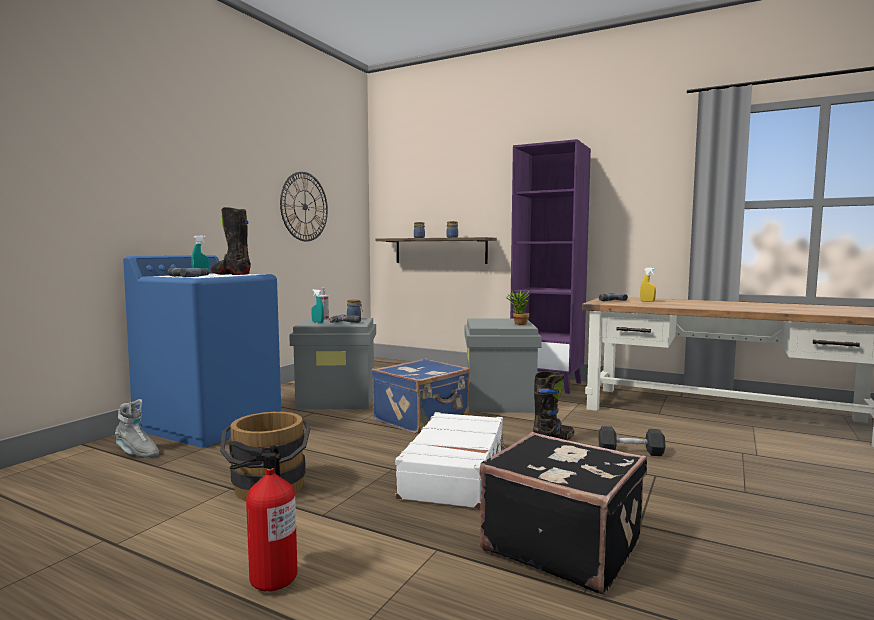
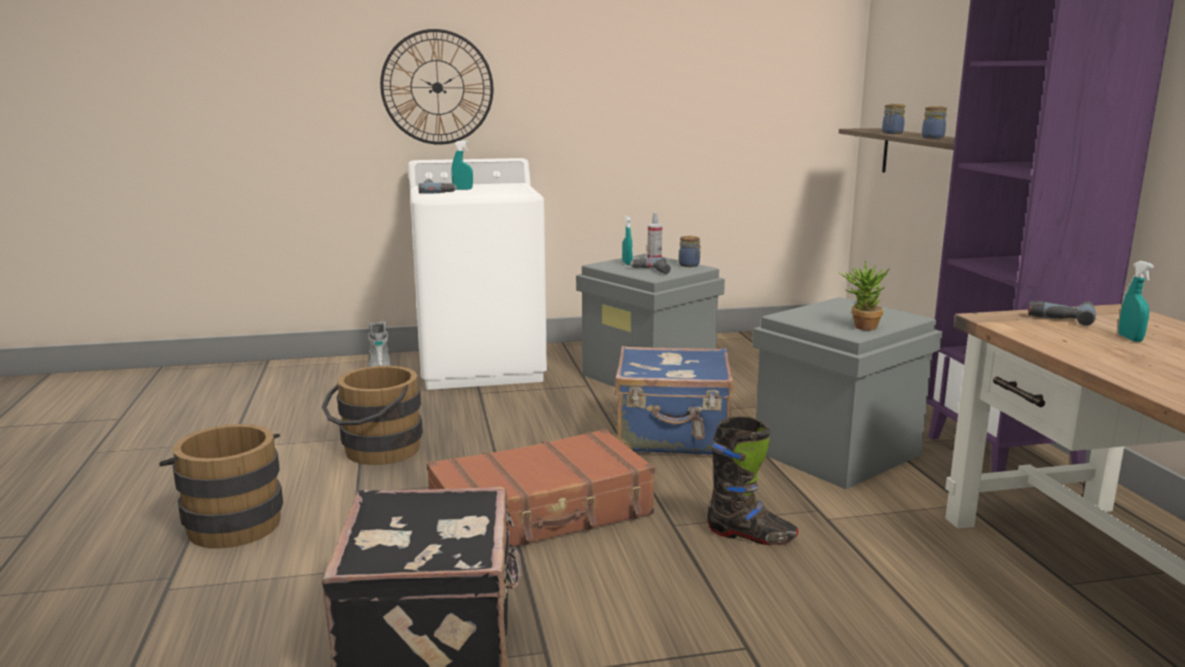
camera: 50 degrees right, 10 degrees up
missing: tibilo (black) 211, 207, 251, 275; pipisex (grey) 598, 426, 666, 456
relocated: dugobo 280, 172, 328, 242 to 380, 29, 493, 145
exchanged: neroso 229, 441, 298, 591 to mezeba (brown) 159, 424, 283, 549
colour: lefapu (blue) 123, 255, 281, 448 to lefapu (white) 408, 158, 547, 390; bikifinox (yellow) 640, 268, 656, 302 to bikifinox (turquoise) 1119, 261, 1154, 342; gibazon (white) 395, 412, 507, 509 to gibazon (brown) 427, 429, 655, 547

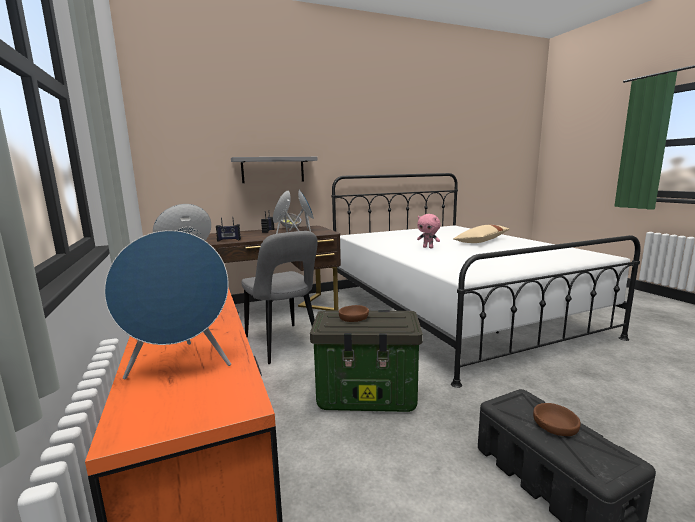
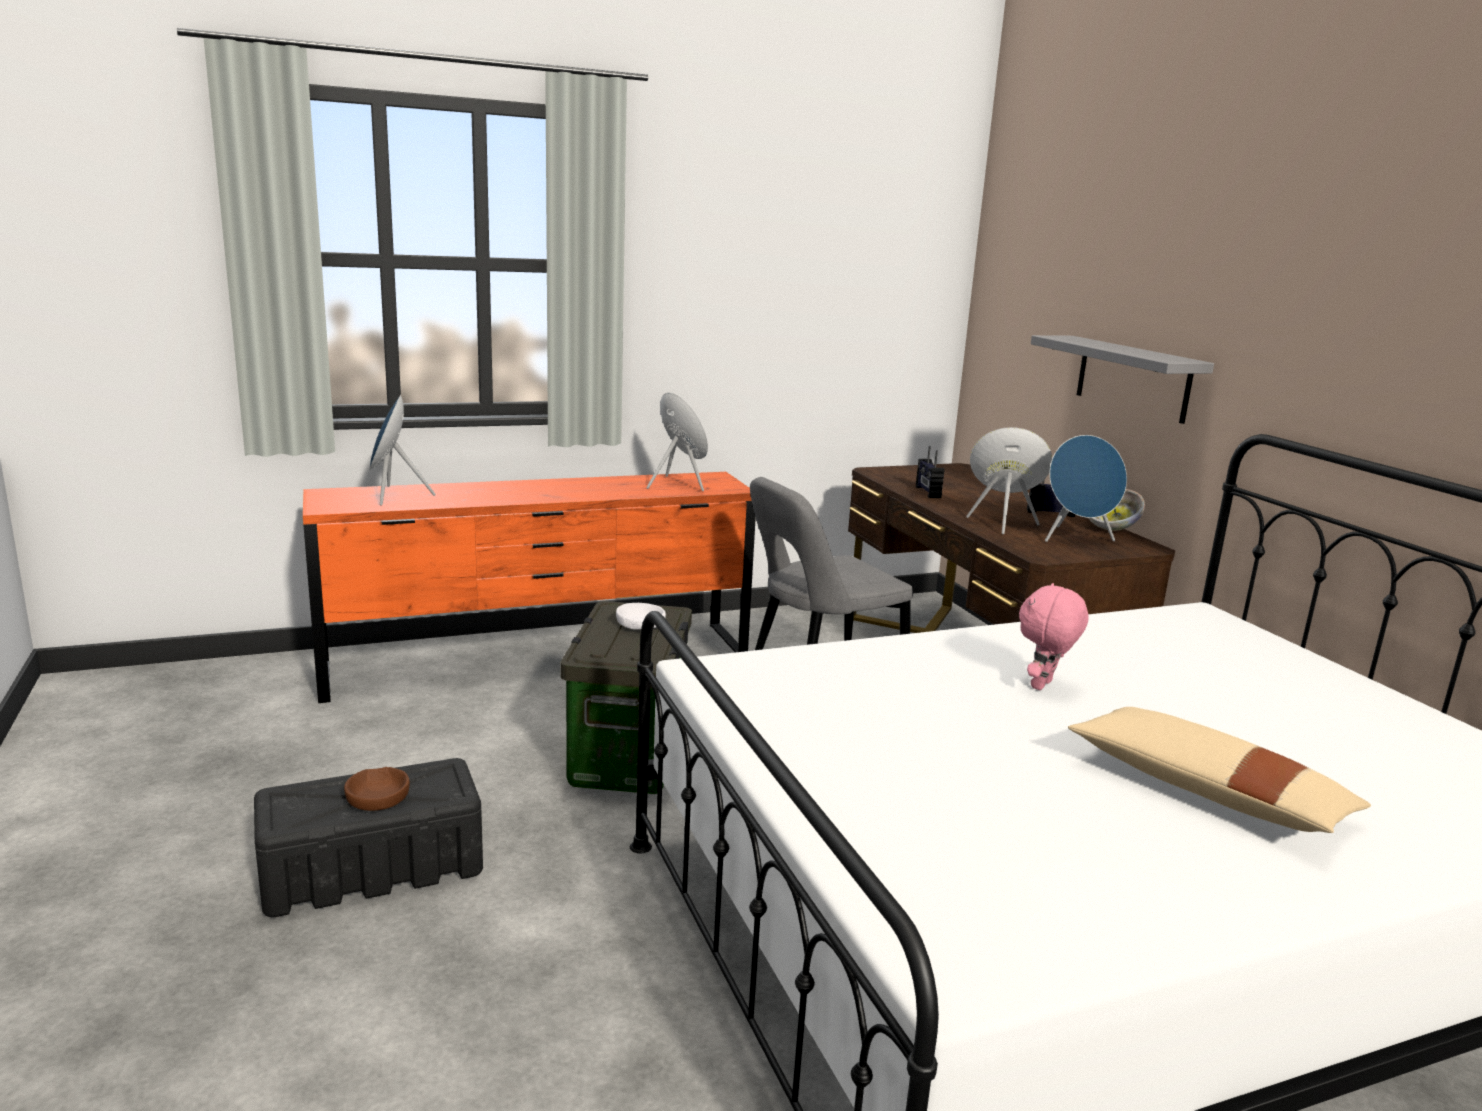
camera: 90 degrees right, 5 degrees up
colour: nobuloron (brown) 339, 305, 369, 322 to nobuloron (white) 616, 603, 666, 630

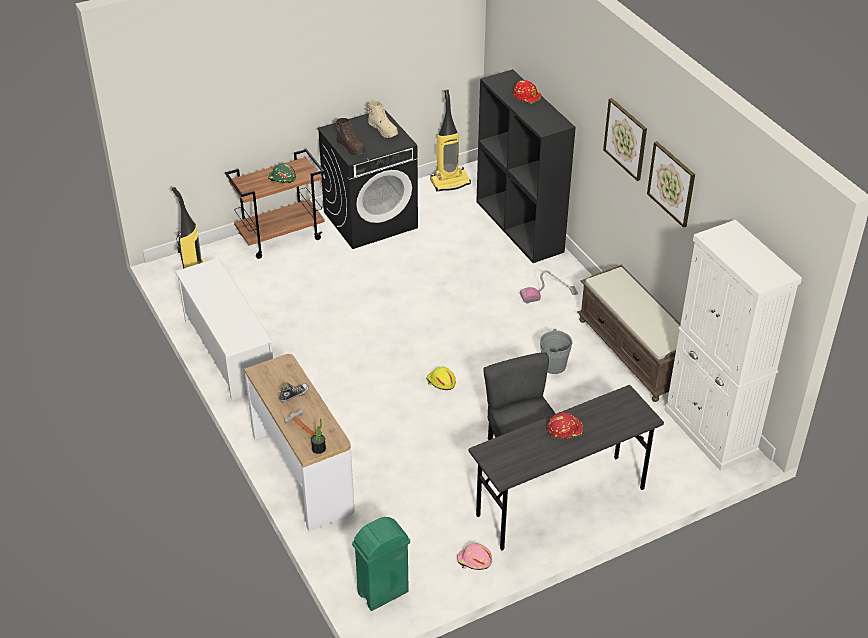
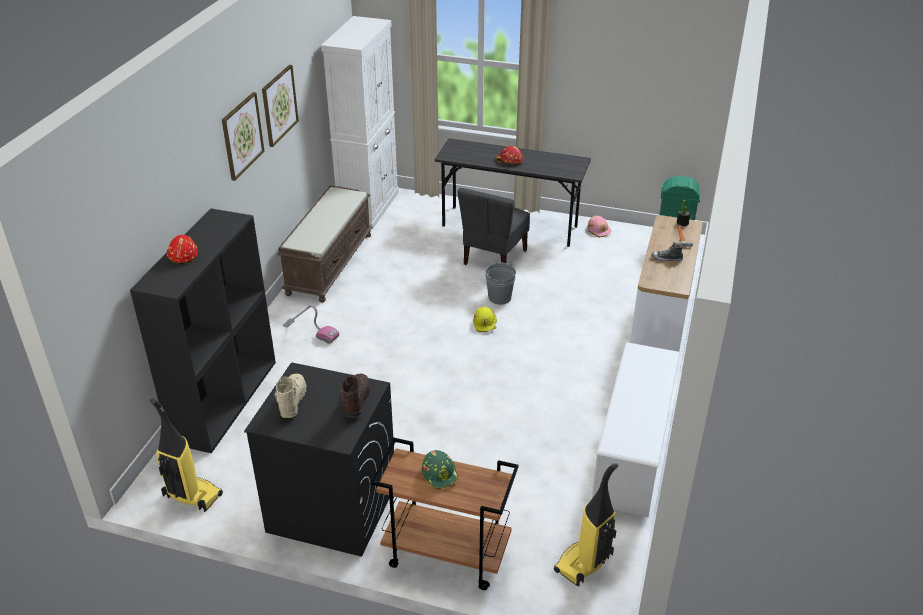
camera: 135 degrees left, 5 degrees down
relocated: mezeba (grey) 540, 329, 572, 374 to 485, 262, 516, 304

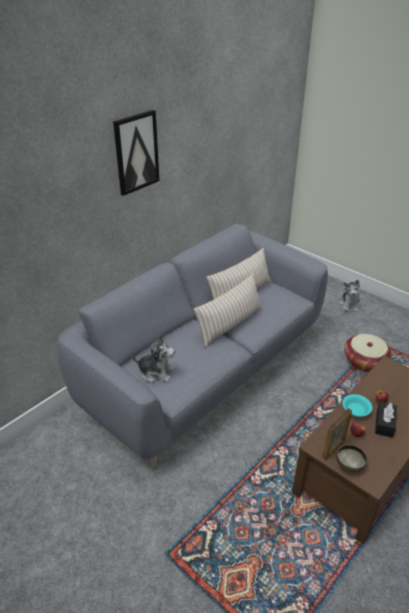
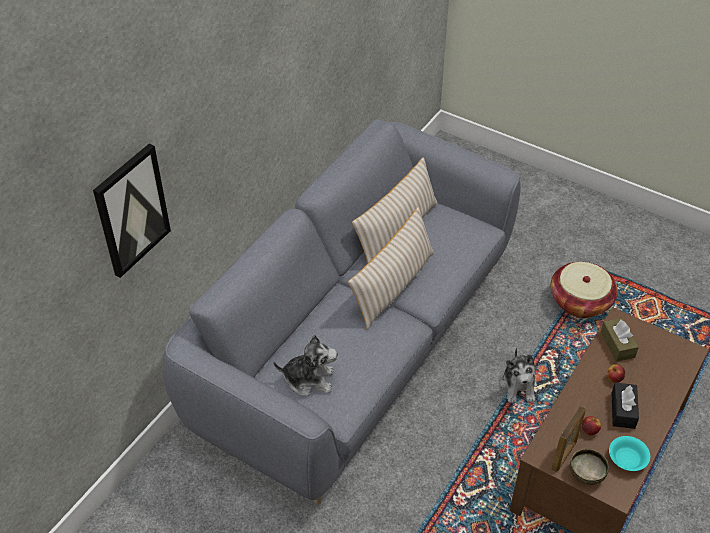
camera: 10 degrees left, 10 degrees up
appeared: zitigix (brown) 601, 318, 639, 362
relocated: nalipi 113, 110, 160, 196 to 93, 144, 171, 278; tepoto 339, 280, 360, 312 to 500, 348, 537, 403; nobuloron (turquoise) 342, 394, 372, 417 to 609, 436, 650, 471

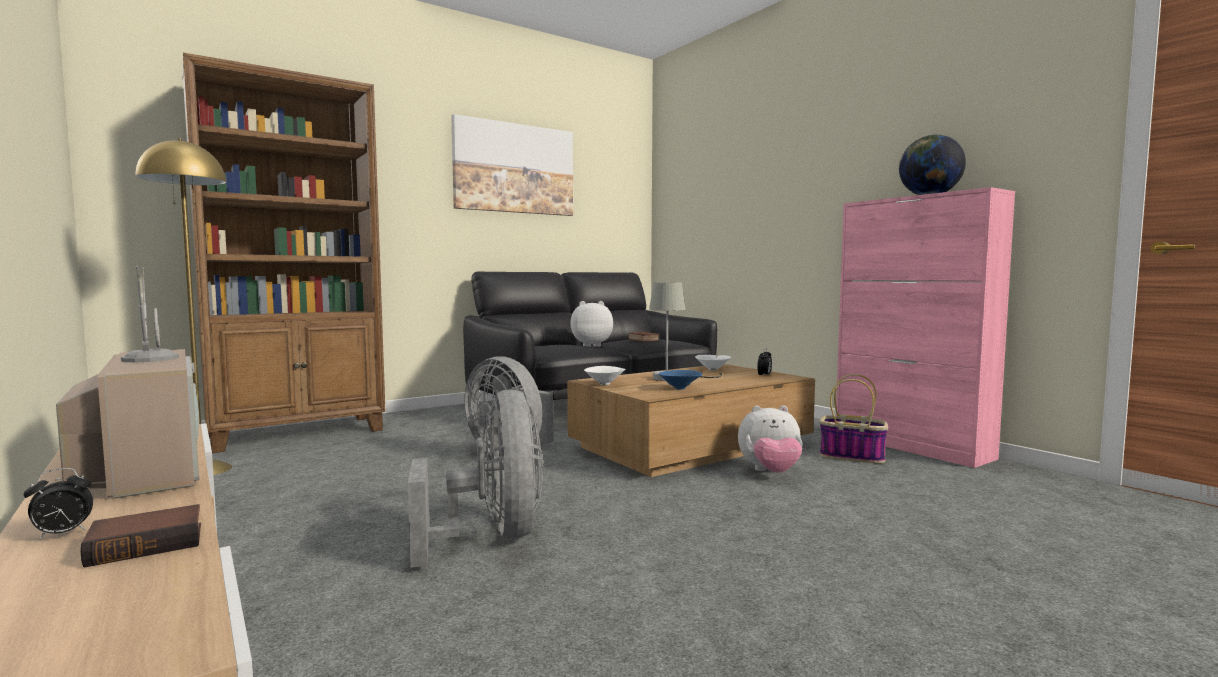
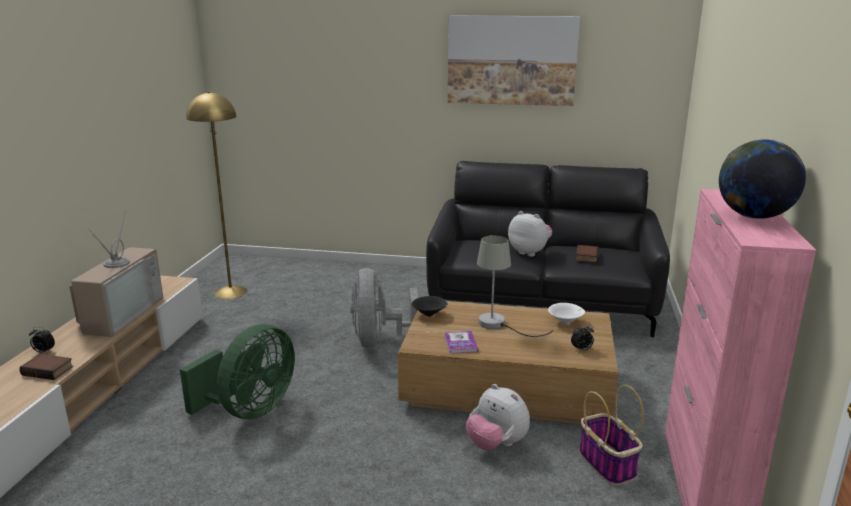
camera: 45 degrees right, 15 degrees up
missing: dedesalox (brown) 183, 53, 386, 453
exchanged: nobuloron (blue) 659, 370, 703, 390 to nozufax 444, 331, 478, 354
colour: nobuloron (white) 584, 366, 625, 385 to nobuloron (black) 412, 296, 448, 317; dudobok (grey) 408, 389, 543, 568 to dudobok (green) 180, 324, 295, 419

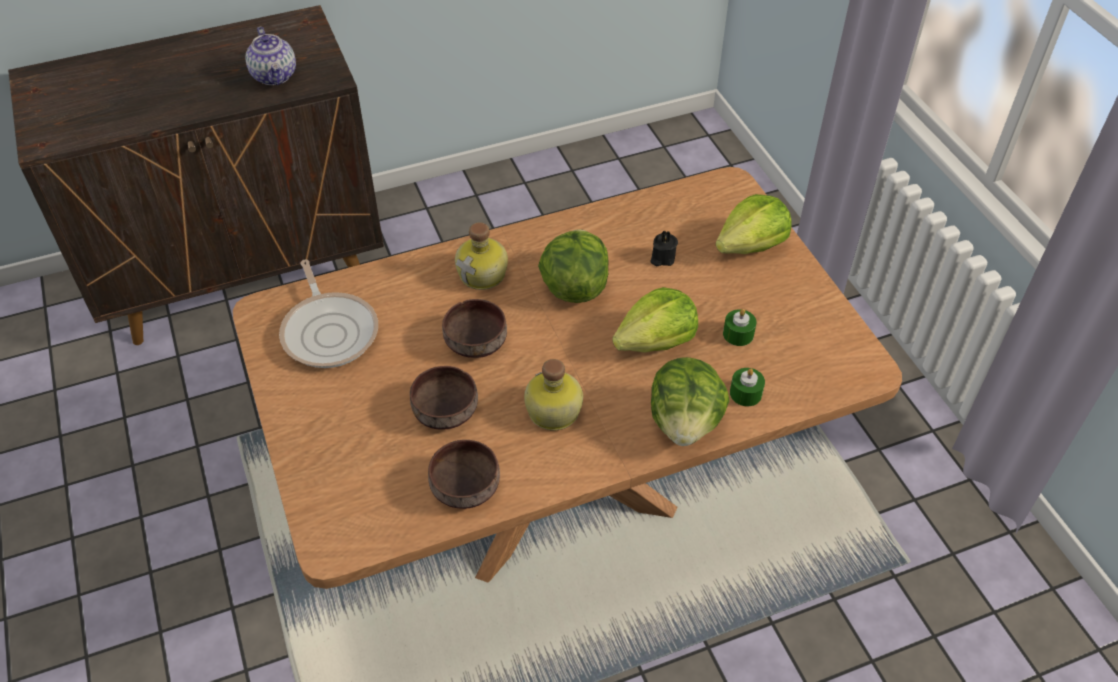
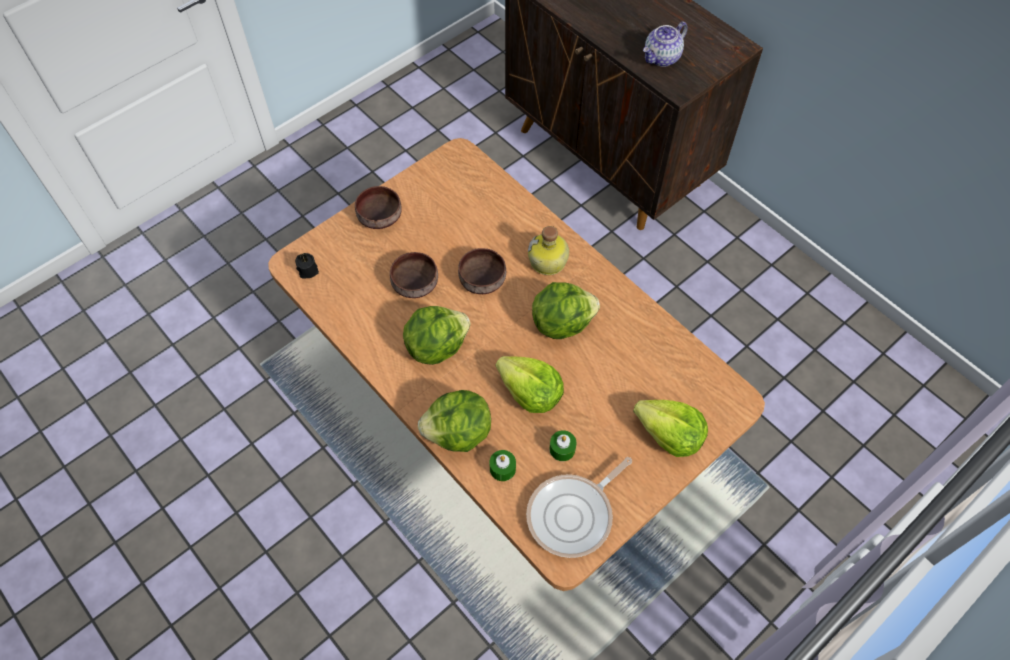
camera: 70 degrees right, 10 degrees up
relocated: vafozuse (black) 650, 230, 678, 266 to 295, 253, 319, 279; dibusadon 279, 260, 378, 368 to 526, 457, 632, 558; nobuloron (brown) 428, 440, 500, 509 to 355, 186, 402, 229
exchanged: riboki 524, 359, 583, 431 to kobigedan 403, 306, 471, 365

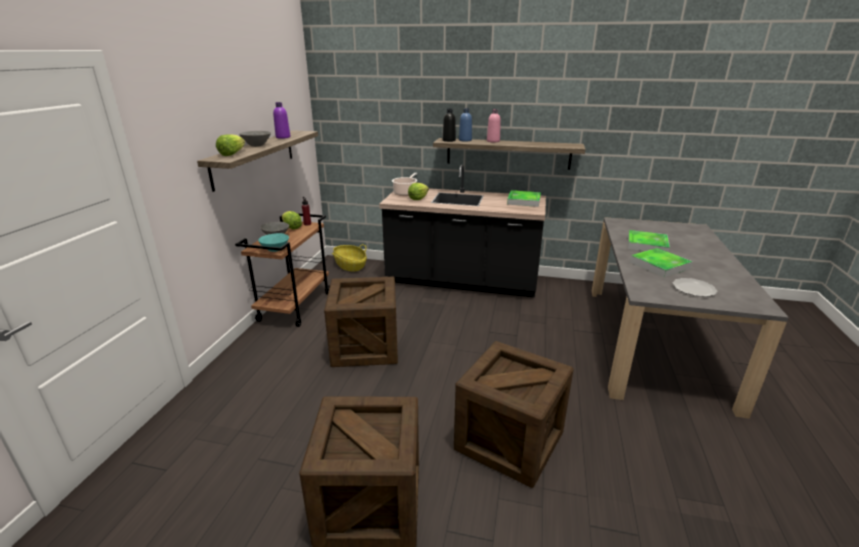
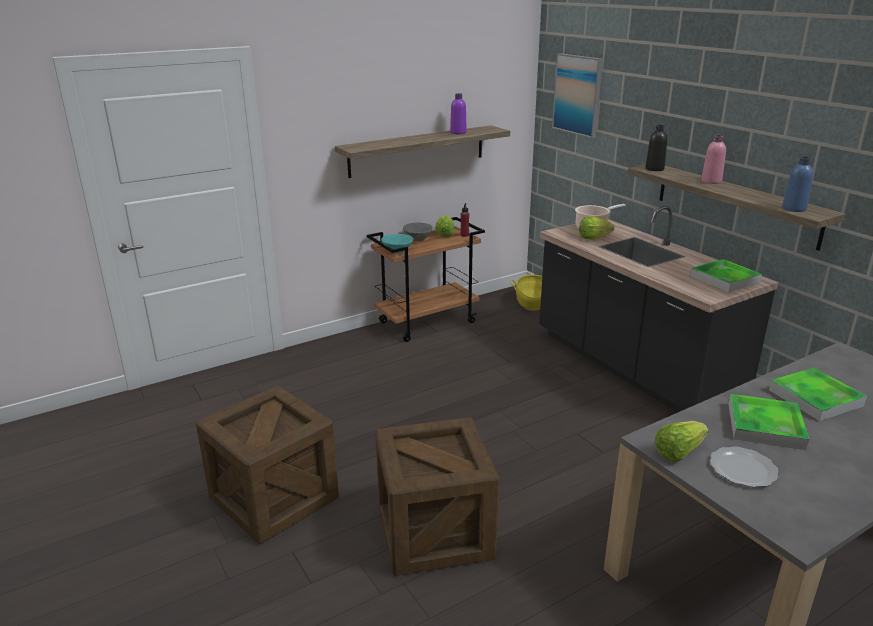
camera: 45 degrees right, 0 degrees up
missing: nobuloron (grey) 239, 131, 271, 147; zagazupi 324, 277, 398, 367
appeared: nalipi 552, 53, 603, 138
relocated: riboki (blue) 459, 108, 472, 142 to 782, 157, 813, 212; kobigedan 216, 134, 245, 156 to 655, 421, 709, 462

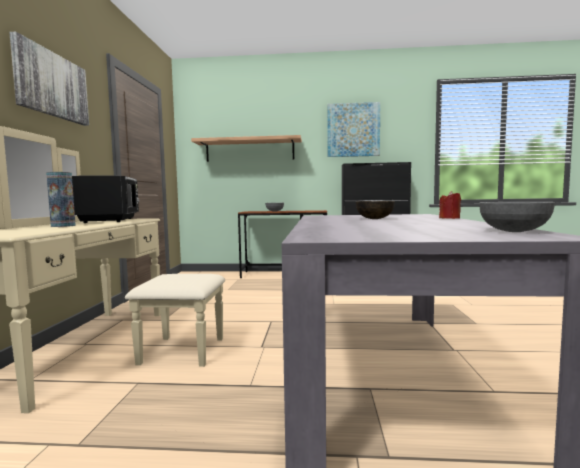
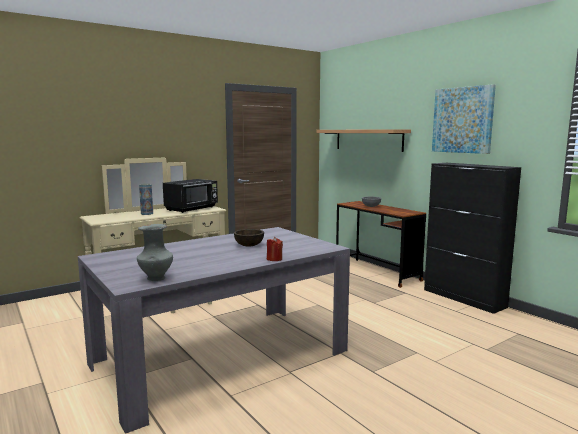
camera: 50 degrees right, 5 degrees up
missing: nalipi 9, 32, 89, 126
exchanged: nobuloron (grey) 479, 202, 555, 232 to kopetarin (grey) 137, 224, 173, 281

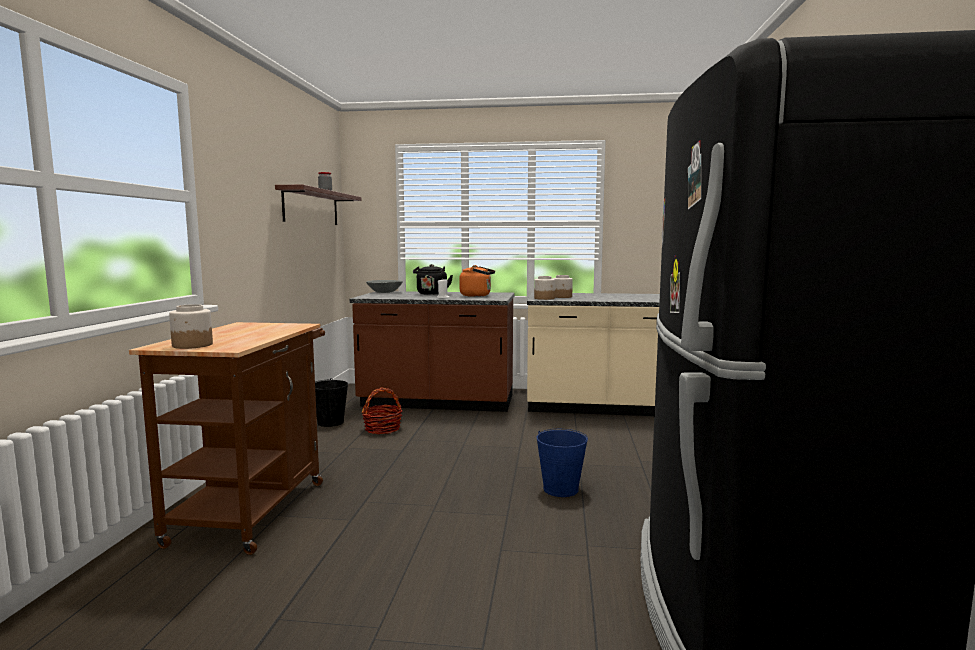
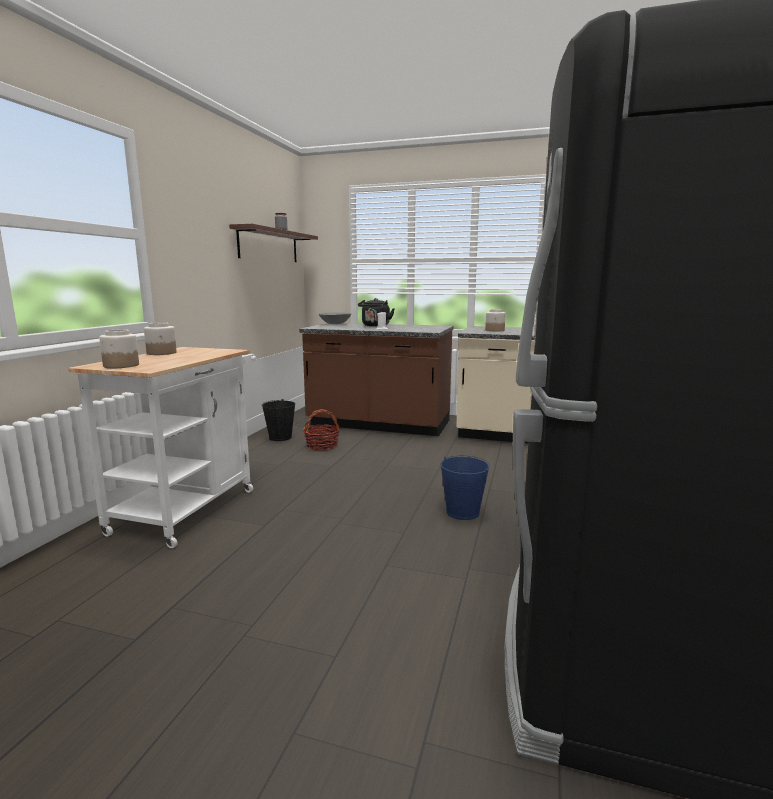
camera: 10 degrees right, 5 degrees up
missing: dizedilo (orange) 459, 265, 495, 297
relocated: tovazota 534, 276, 555, 300 to 144, 322, 177, 355
colour: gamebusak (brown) 129, 322, 325, 555 to gamebusak (white) 68, 347, 256, 548

